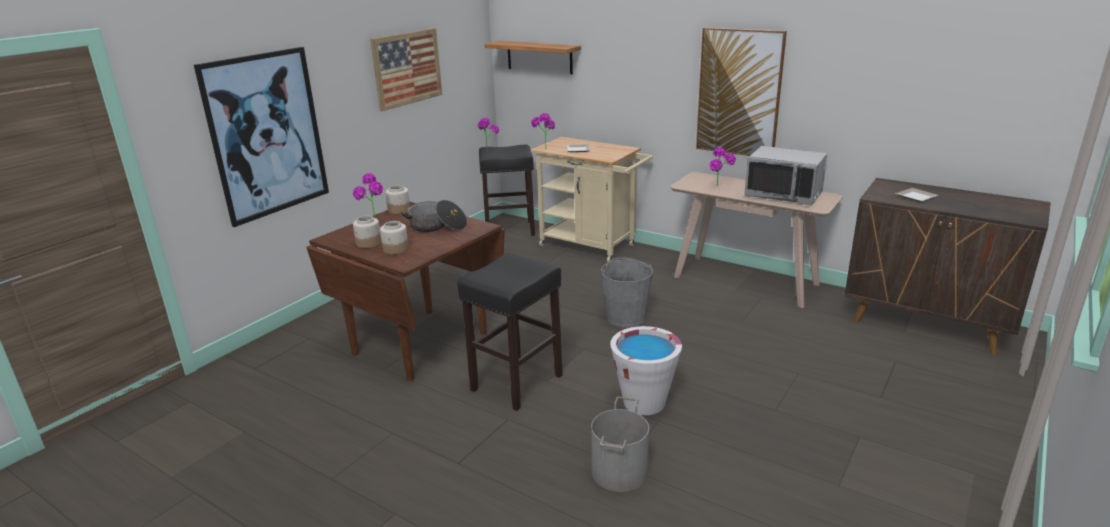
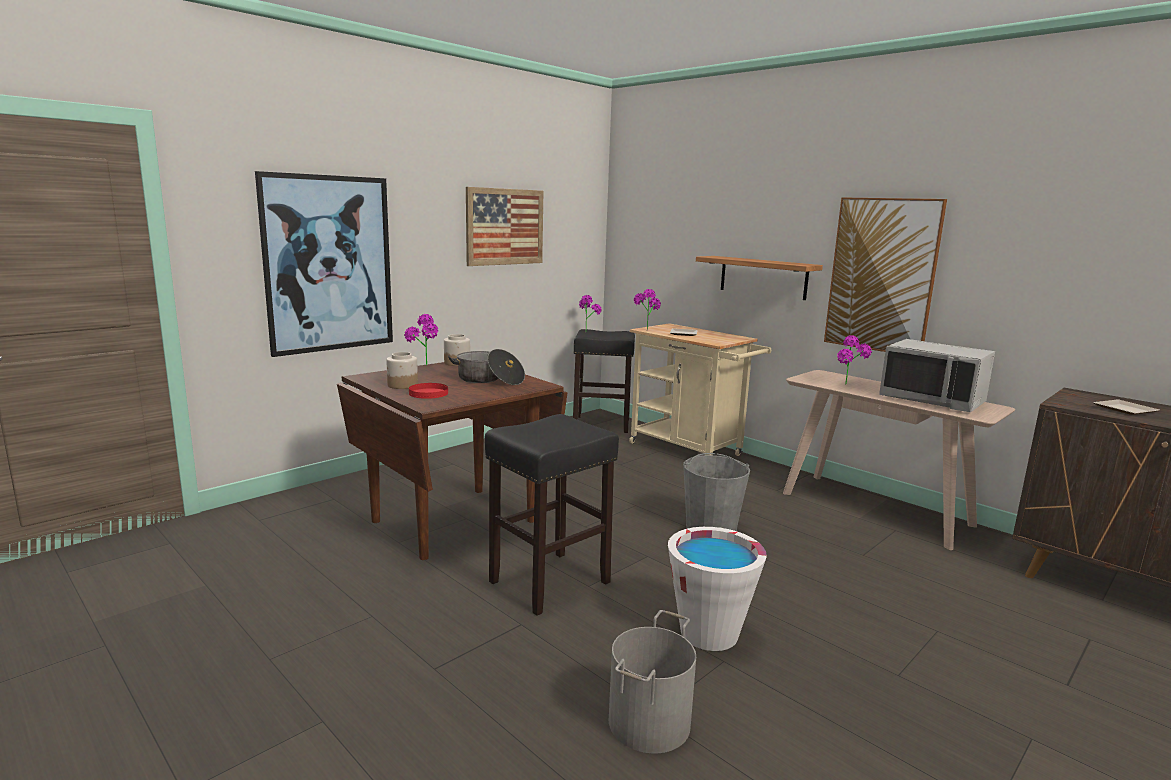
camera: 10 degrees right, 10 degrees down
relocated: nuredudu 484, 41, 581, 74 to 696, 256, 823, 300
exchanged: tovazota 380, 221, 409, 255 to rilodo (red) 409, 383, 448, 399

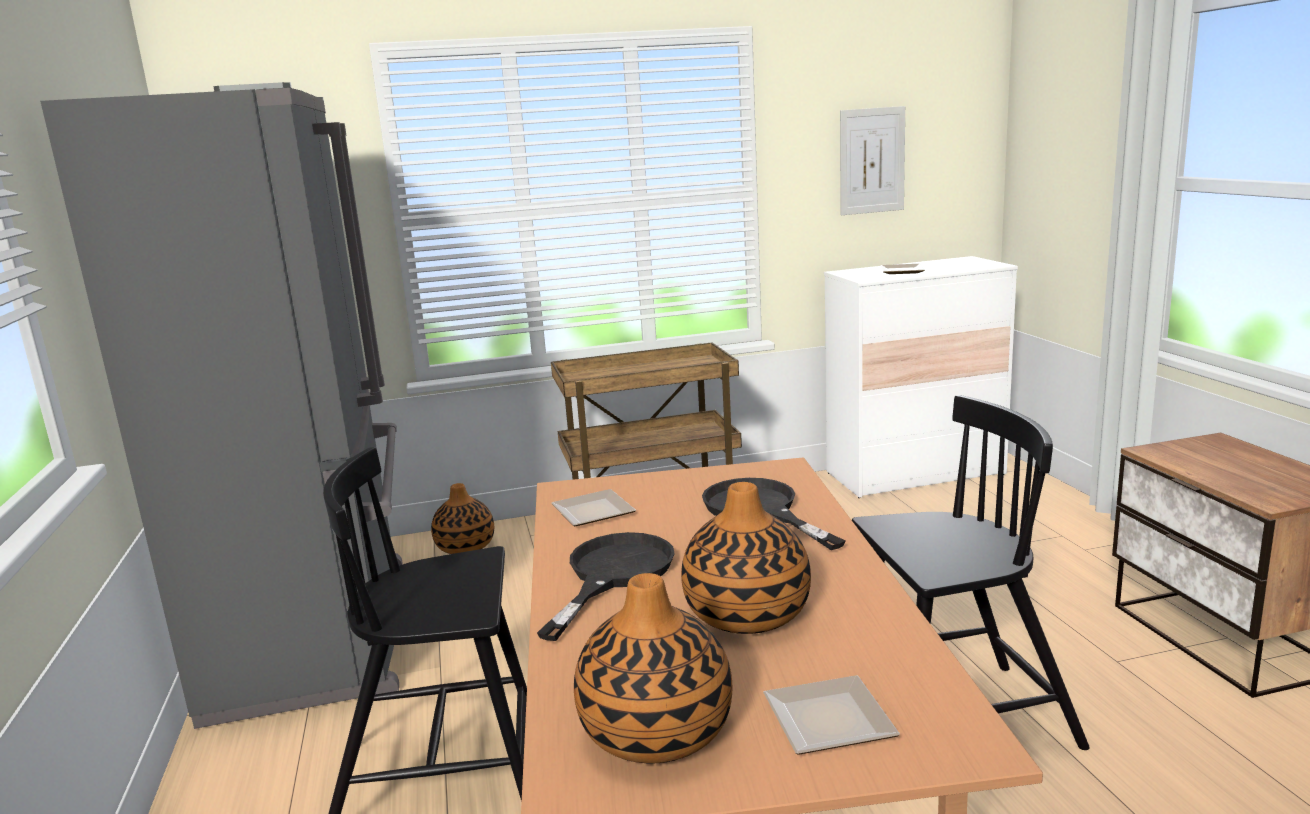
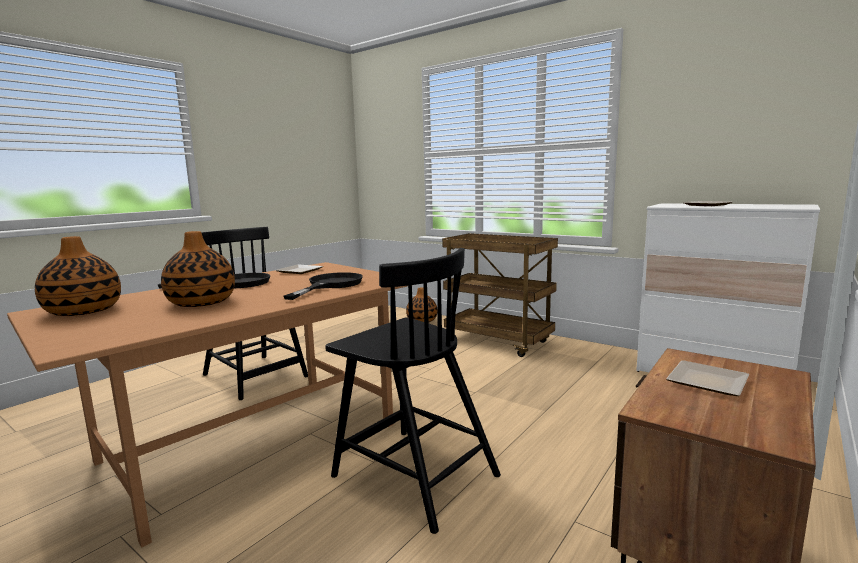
camera: 50 degrees right, 5 degrees down
missing: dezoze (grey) 40, 82, 403, 729; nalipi 840, 106, 905, 215
relocated: rilodo 763, 675, 900, 755 to 666, 360, 749, 396

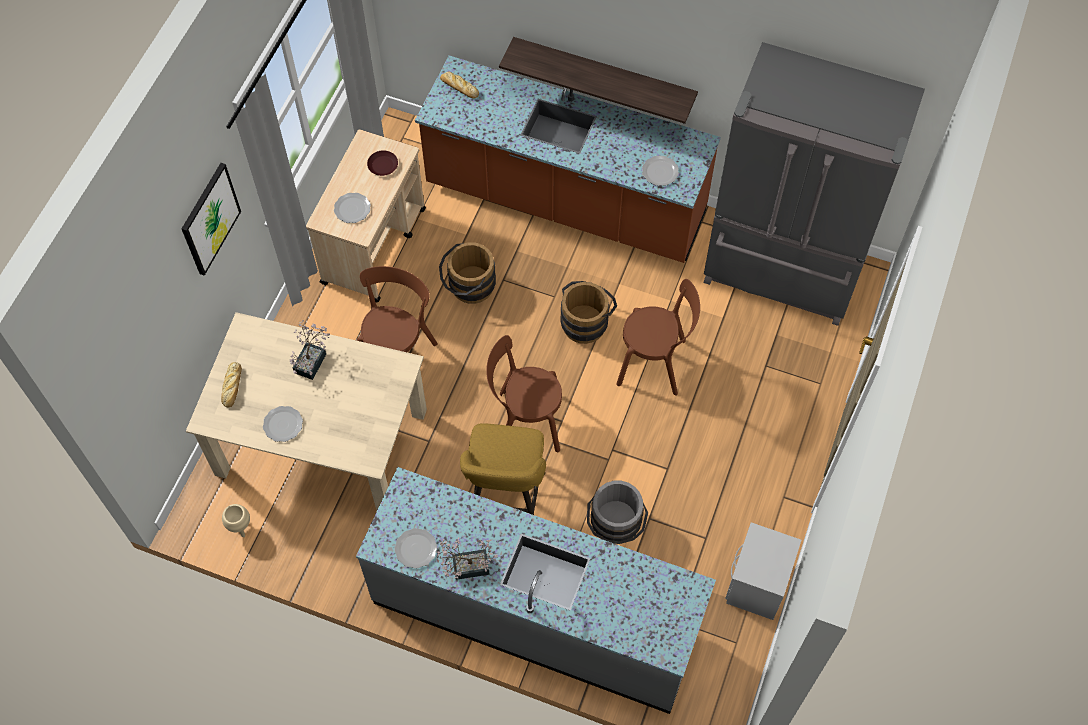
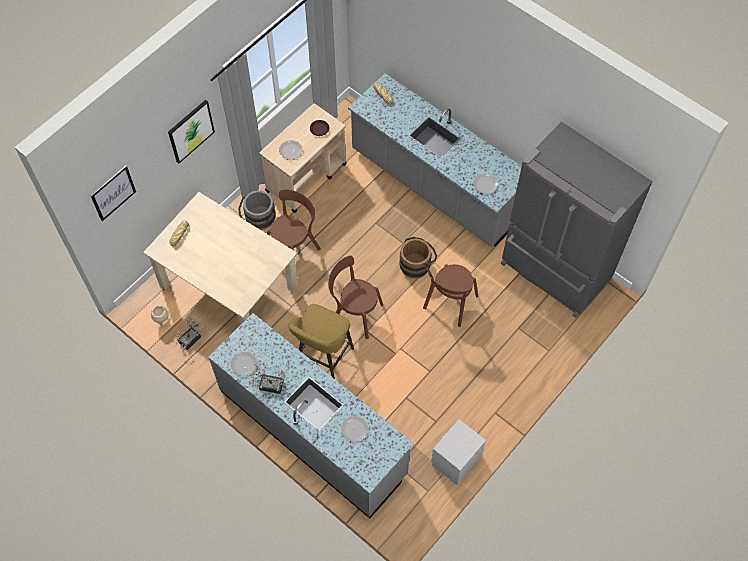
camera: 20 degrees right, 0 degrees up
missing: nuredudu 499, 37, 698, 124; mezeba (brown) 439, 242, 496, 304
appeared: nalipi 91, 166, 136, 221
relocated: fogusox 290, 320, 330, 380 to 176, 314, 204, 350; rilodo 263, 406, 303, 442 to 341, 416, 368, 442; mezeba (grey) 587, 481, 648, 544 to 238, 190, 276, 230
colour: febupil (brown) 415, 55, 721, 263 to febupil (grey) 348, 74, 522, 247
spun: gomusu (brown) 616, 279, 700, 395 = 423, 264, 478, 327 90 degrees clockwise

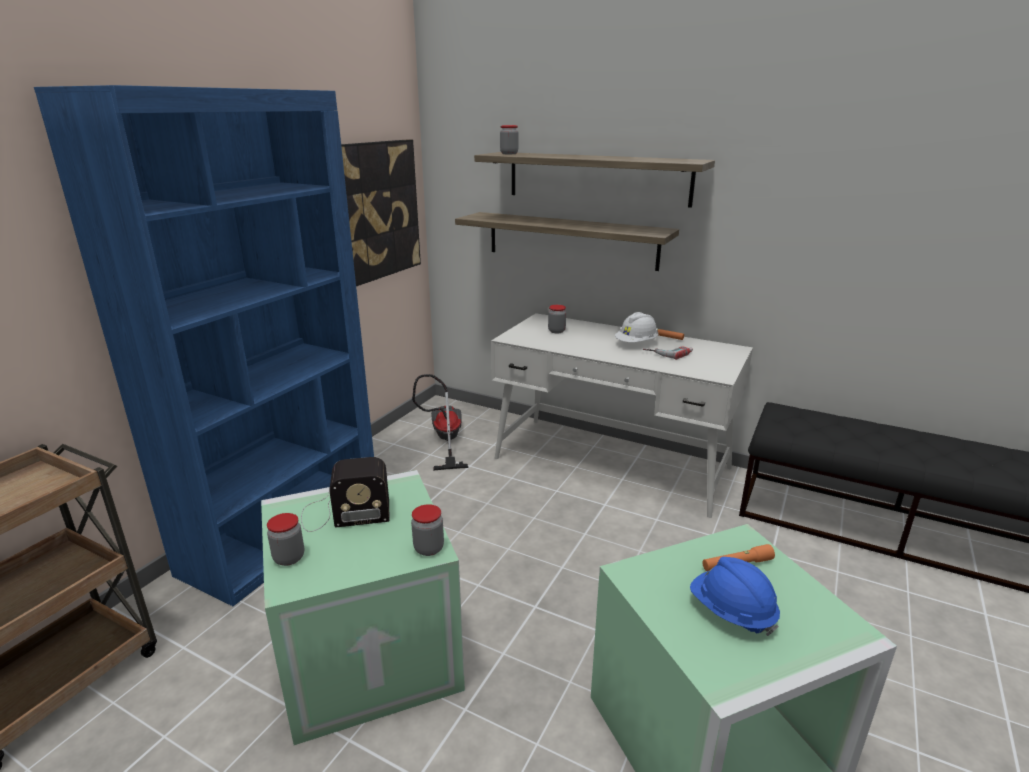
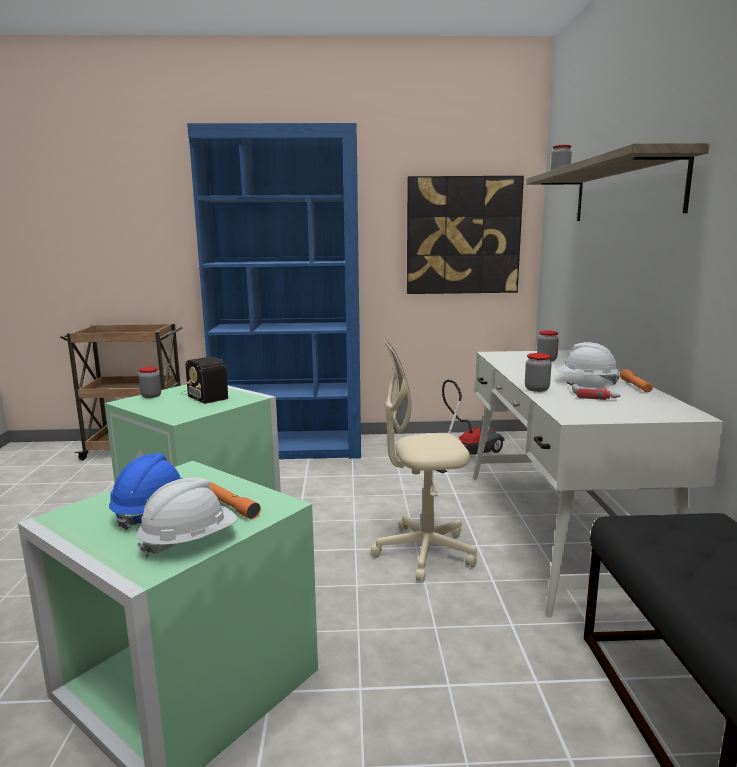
camera: 60 degrees right, 10 degrees down
missing: nuredudu 455, 212, 679, 271
appeared: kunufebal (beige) 371, 340, 477, 582; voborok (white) 137, 478, 237, 557
relocated: tovazota 411, 504, 444, 556 to 525, 353, 552, 392

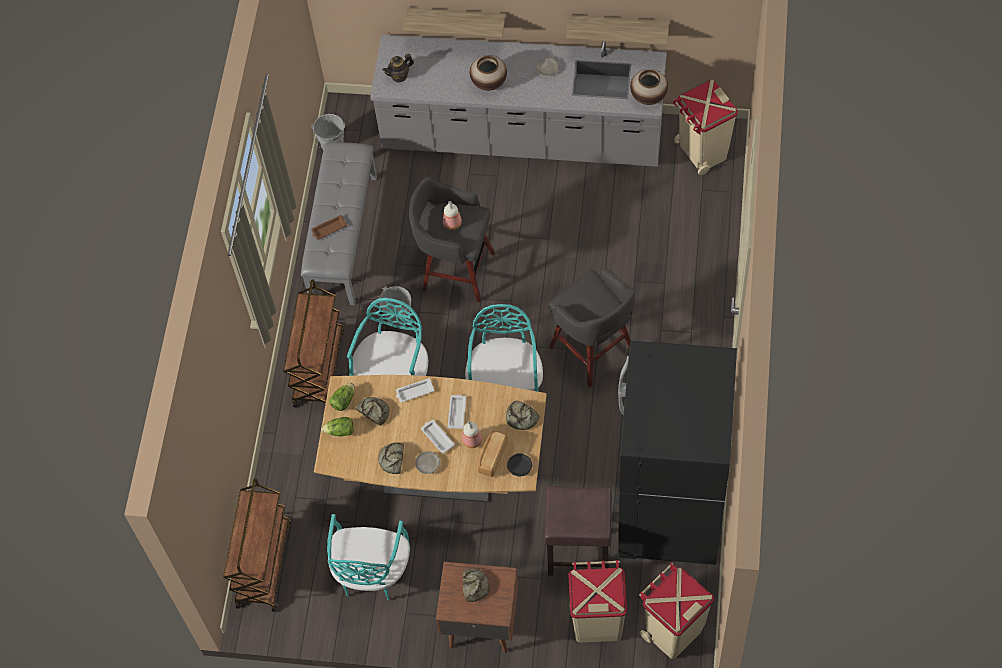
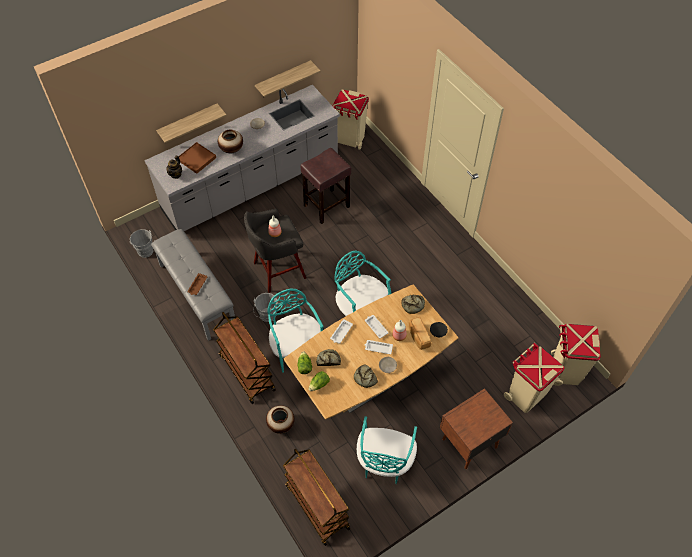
camera: 45 degrees left, 5 degrees down
missing: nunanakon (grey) 548, 268, 635, 388; dezoze (black) 618, 341, 737, 565; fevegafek 463, 568, 490, 602
appeared: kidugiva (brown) 179, 142, 216, 174
relocated: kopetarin 630, 69, 668, 105 to 266, 405, 295, 434; nunanakon (brown) 545, 486, 612, 576 to 300, 148, 351, 224
spun: gomusu (turquoise) 327, 514, 410, 601 = 357, 416, 417, 484 45 degrees clockwise

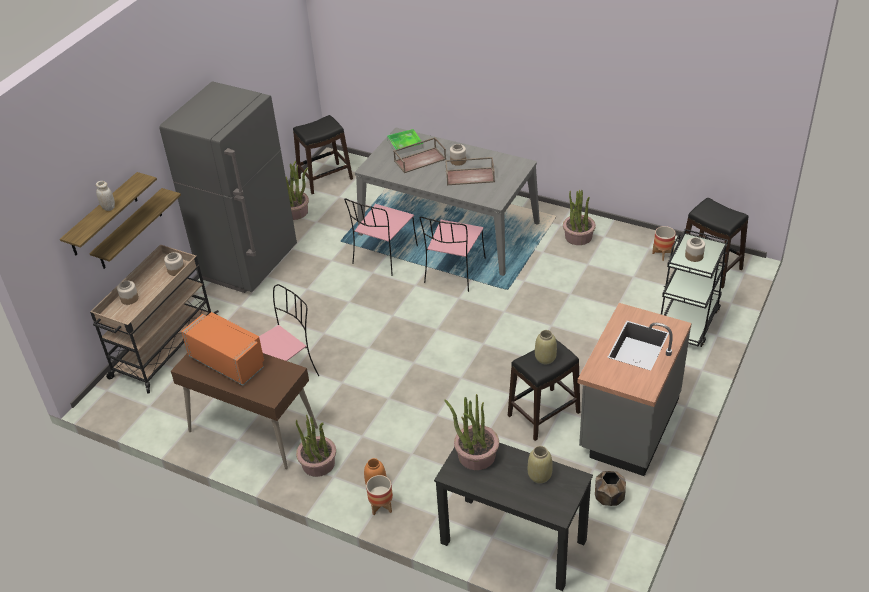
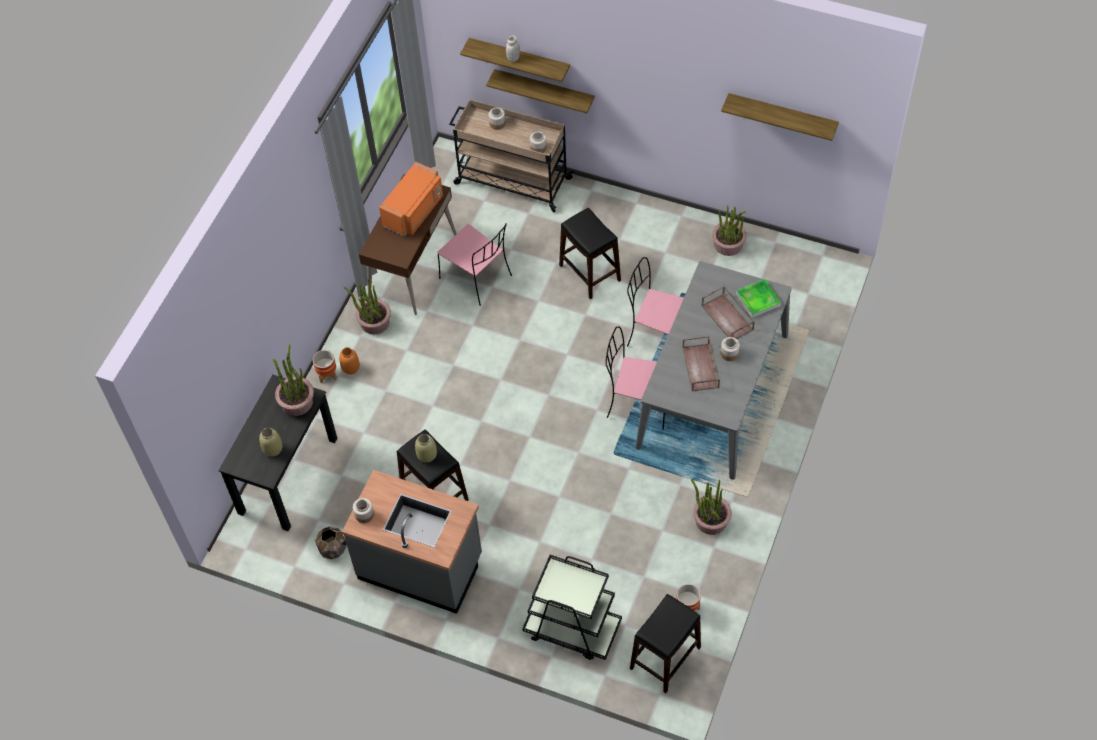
camera: 85 degrees right, 15 degrees up
missing: dezoze (grey) 159, 81, 297, 293
appeared: nuredudu 721, 93, 839, 141
relocated: nunanakon (black) 293, 115, 353, 194 to 559, 208, 621, 299; tovazota 685, 237, 705, 262 to 353, 498, 374, 523

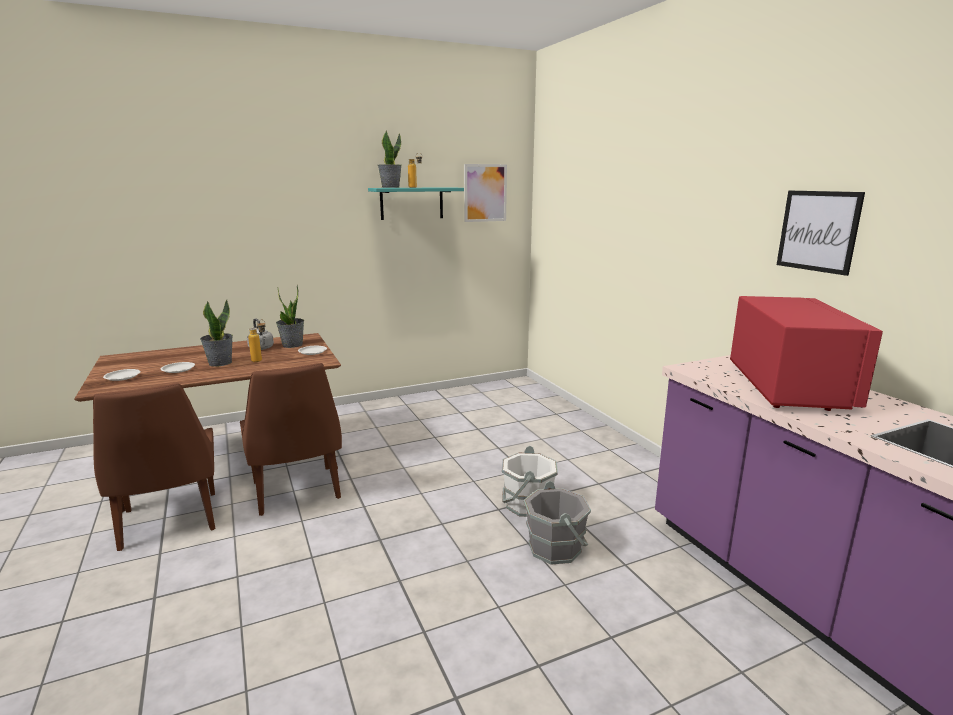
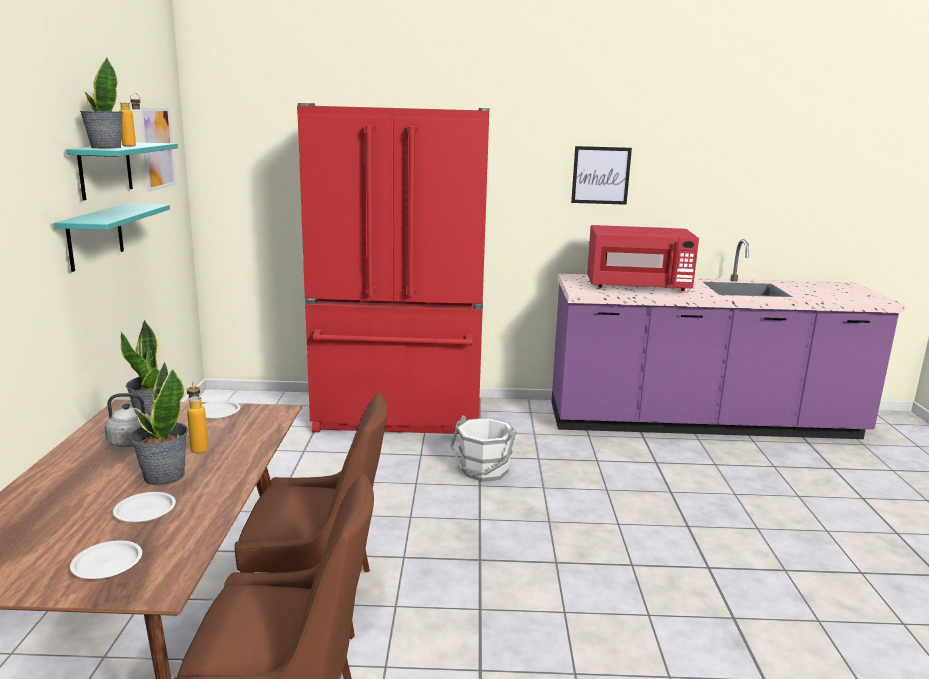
camera: 65 degrees left, 0 degrees up
missing: mezeba (grey) 524, 480, 591, 565
appeared: dezoze (red) 297, 103, 490, 434; nuredudu (turquoise) 54, 203, 170, 272
spun: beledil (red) 730, 296, 883, 411 = 587, 225, 699, 291 150 degrees clockwise

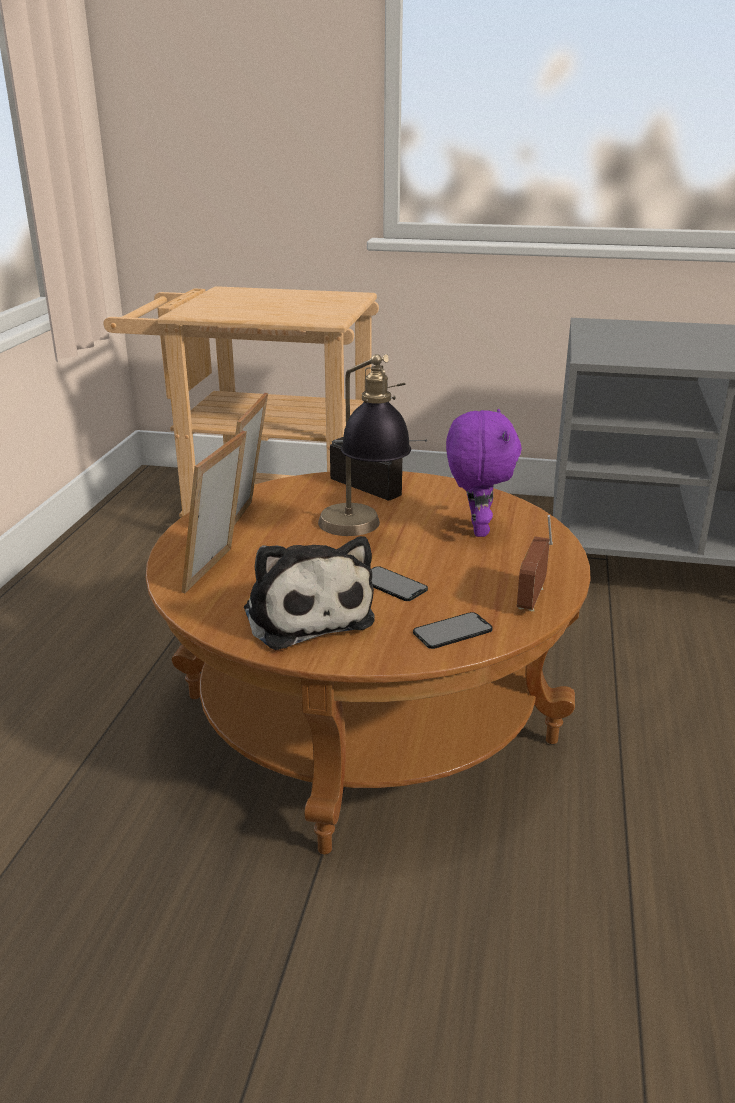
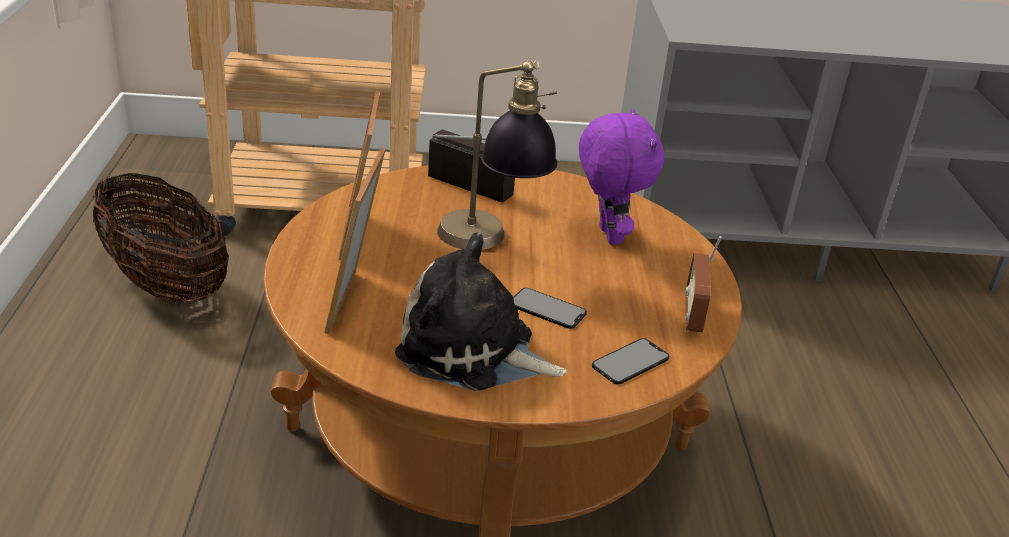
camera: 15 degrees left, 5 degrees up
appeared: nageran 93, 173, 229, 305
spun: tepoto 244, 536, 375, 650 = 395, 233, 567, 391 150 degrees clockwise

